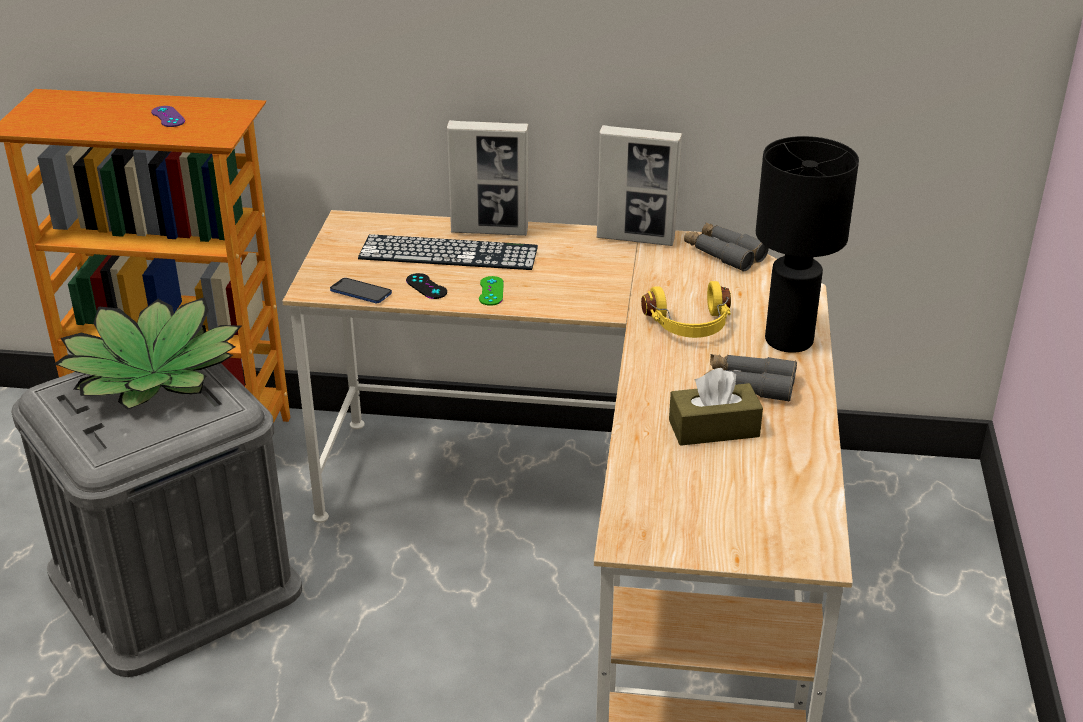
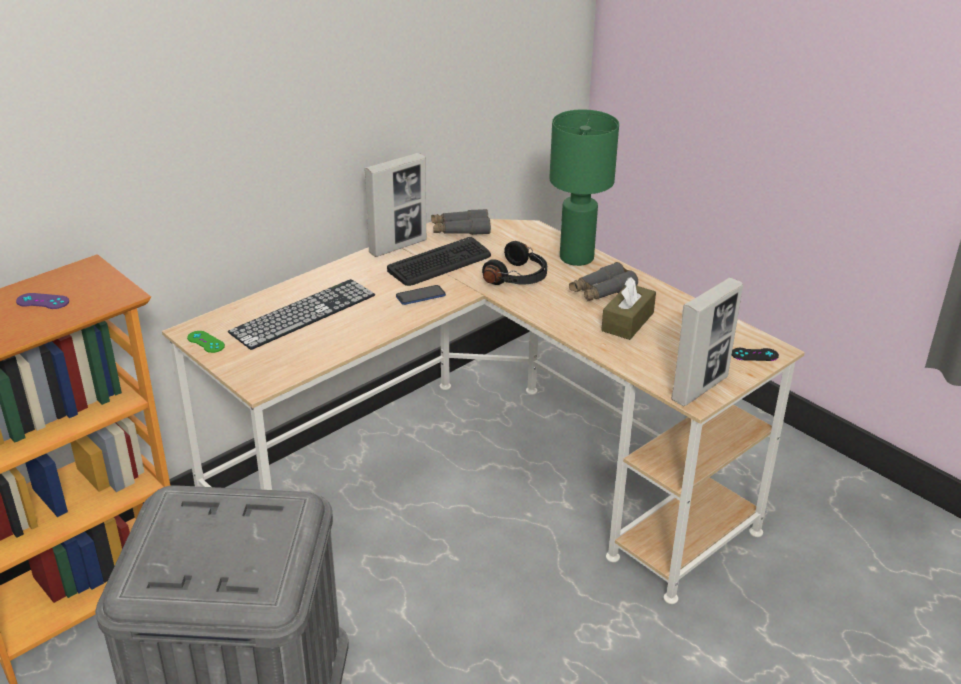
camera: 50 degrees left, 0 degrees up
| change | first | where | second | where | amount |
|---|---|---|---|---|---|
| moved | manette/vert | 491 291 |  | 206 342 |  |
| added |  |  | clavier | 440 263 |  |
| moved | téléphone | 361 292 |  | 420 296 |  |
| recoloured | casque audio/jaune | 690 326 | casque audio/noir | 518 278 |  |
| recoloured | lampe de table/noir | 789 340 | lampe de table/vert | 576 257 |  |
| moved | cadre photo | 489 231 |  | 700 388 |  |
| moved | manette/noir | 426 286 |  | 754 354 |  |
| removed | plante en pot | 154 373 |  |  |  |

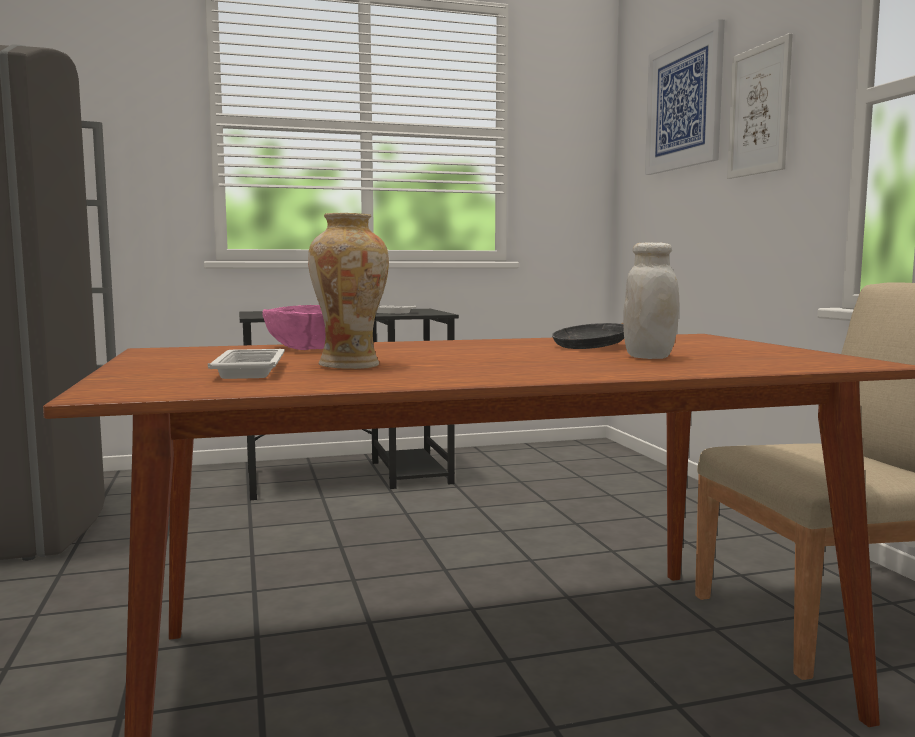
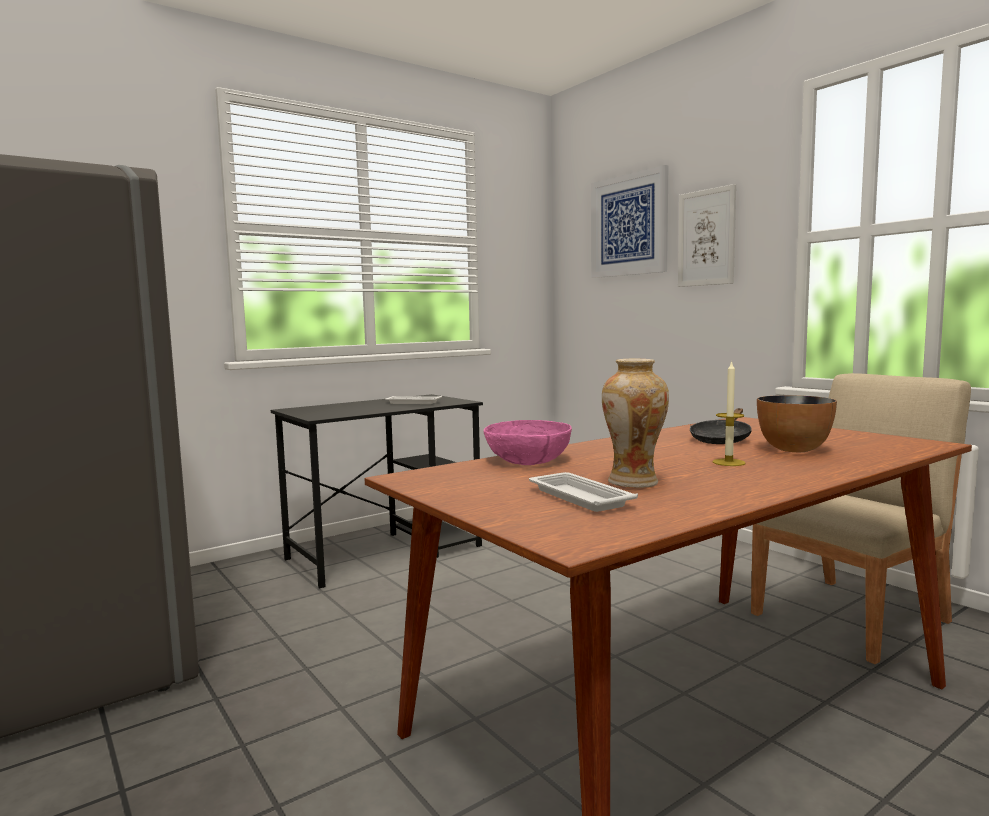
camera: 20 degrees left, 0 degrees up
| change | first | where | second | where | amount |
|---|---|---|---|---|---|
| added |  |  | bougie | 728 462 |  |
| replaced | bocal/blanc | 649 357 | bol | 793 449 |  |

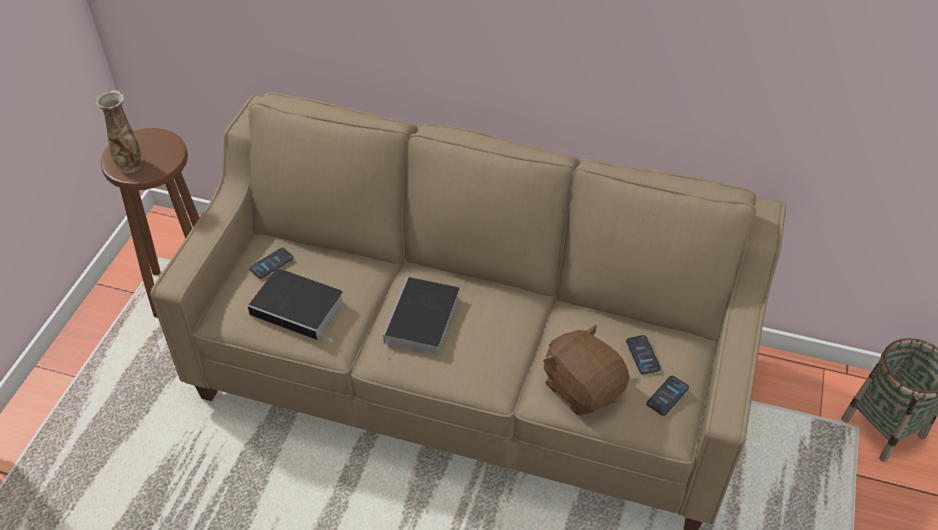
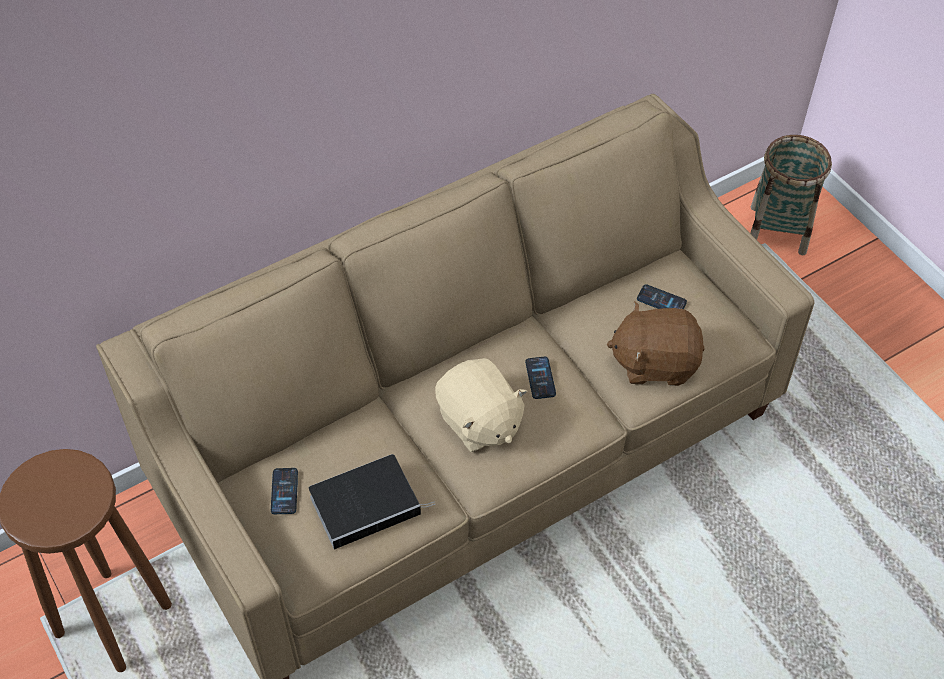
camera: 50 degrees left, 5 degrees up
| change | first | where | second | where | amount |
|---|---|---|---|---|---|
| replaced | livre | 422 322 | peluche/beige | 478 422 |  |
| moved | téléphone | 667 396 |  | 540 378 |  |
| removed | vase | 130 164 |  |  |  |

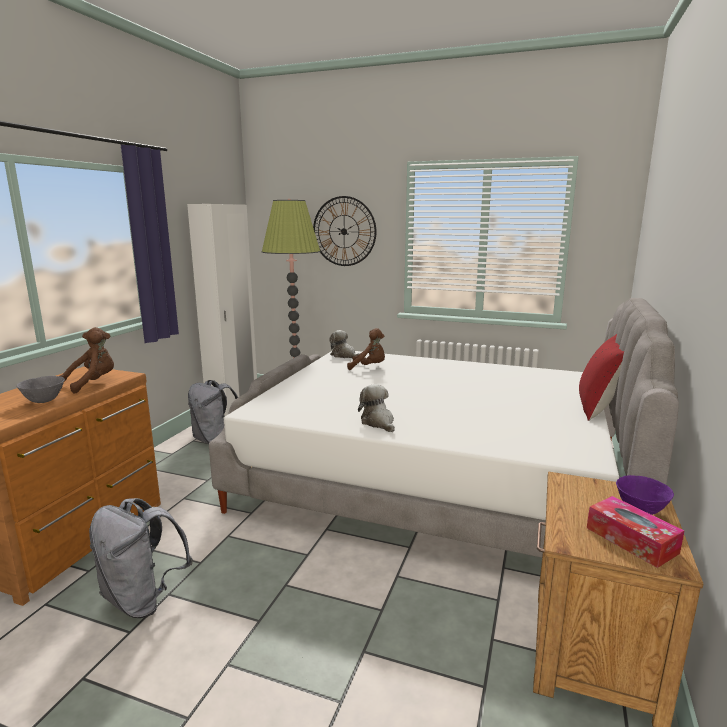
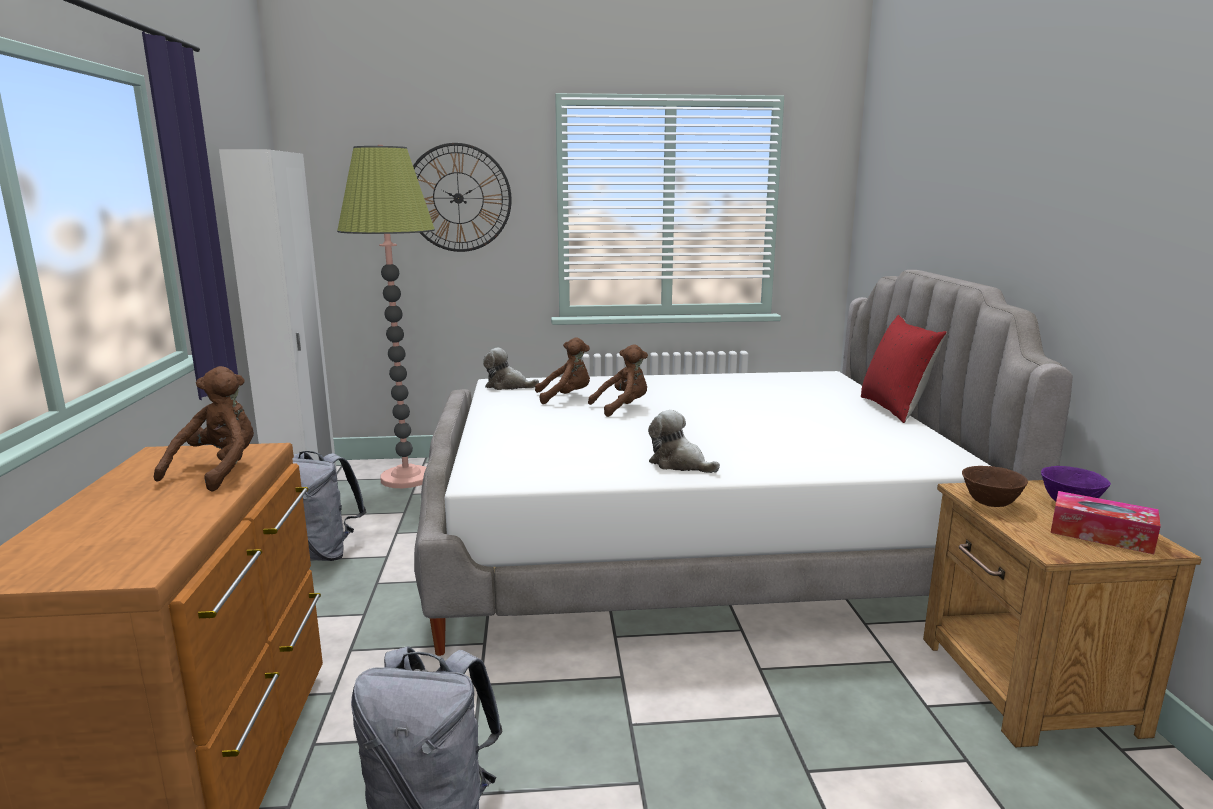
camera: 25 degrees left, 0 degrees up
| change | first | where | second | where | amount |
|---|---|---|---|---|---|
| added |  |  | peluche/marron | 623 407 |  |
| added |  |  | bol/marron | 989 504 |  |
| removed | bol/gris | 44 401 |  |  |  |

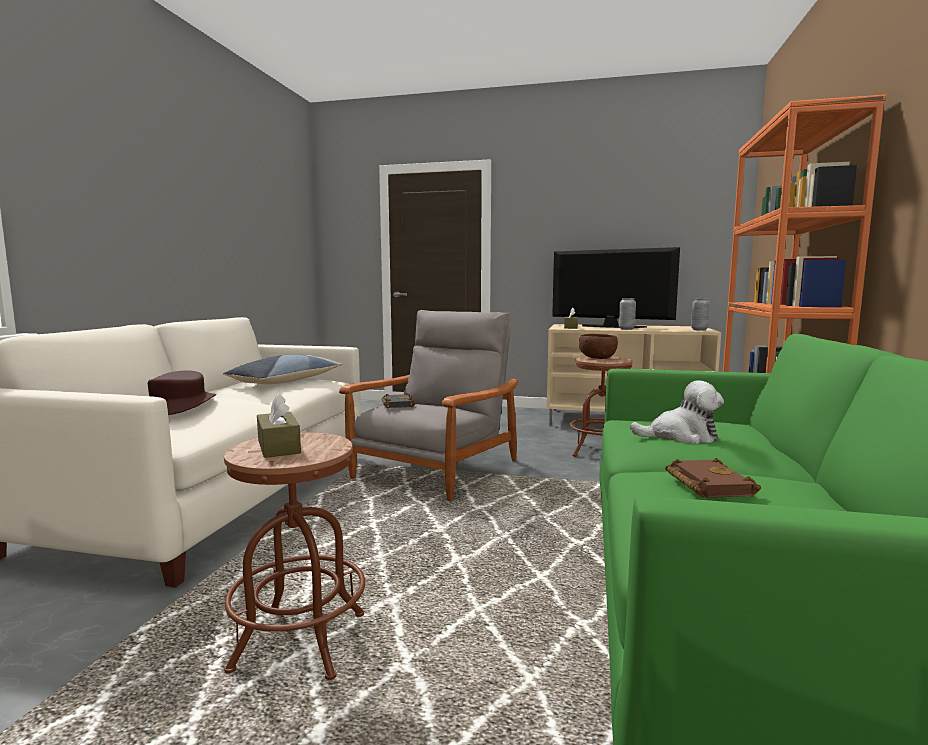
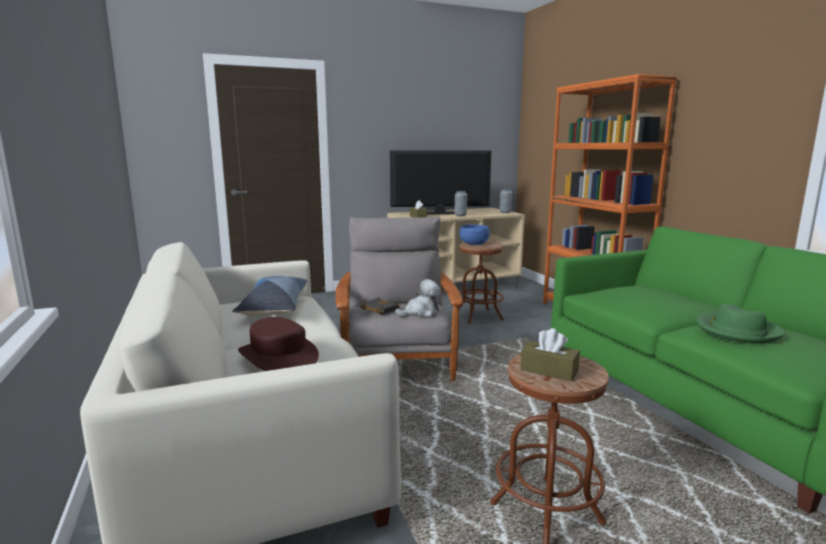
camera: 35 degrees left, 5 degrees up
| change | first | where | second | where | amount |
|---|---|---|---|---|---|
| moved | peluche | 680 437 |  | 420 312 |  |
| recoloured | bol/marron | 597 358 | bol/bleu | 474 244 |  |
| replaced | livre/marron | 705 484 | chapeau/vert | 737 331 |  |

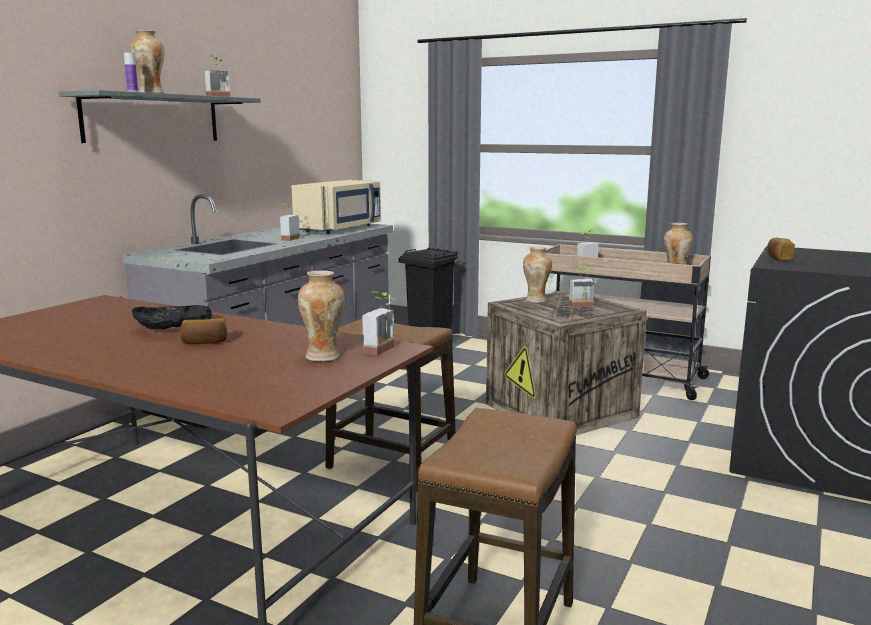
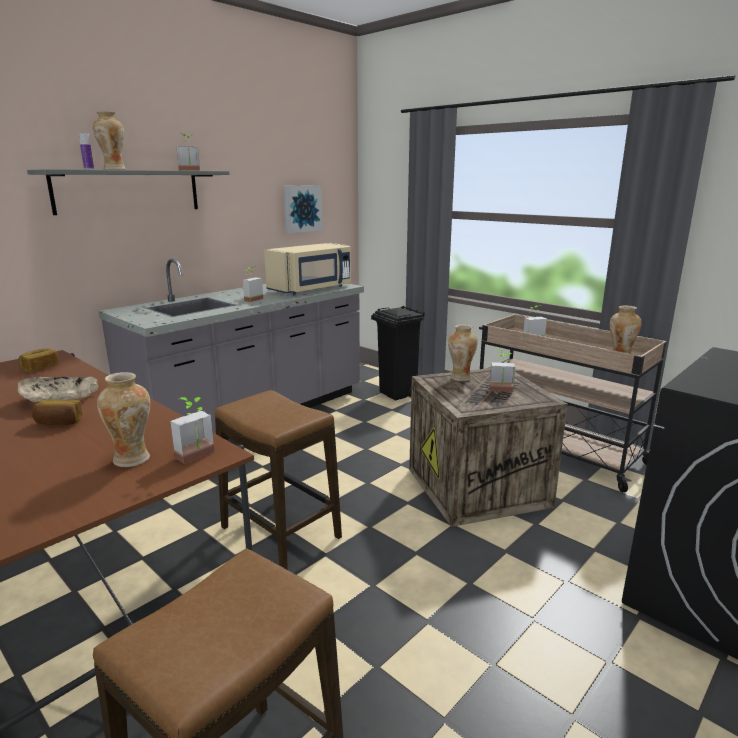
camera: 15 degrees right, 5 degrees up
| change | first | where | second | where | amount |
|---|---|---|---|---|---|
| moved | pain | 778 258 |  | 40 368 |  |
| recoloured | bol/noir | 173 328 | bol/beige | 59 399 |  |
| added |  |  | tableau | 301 208 |  |

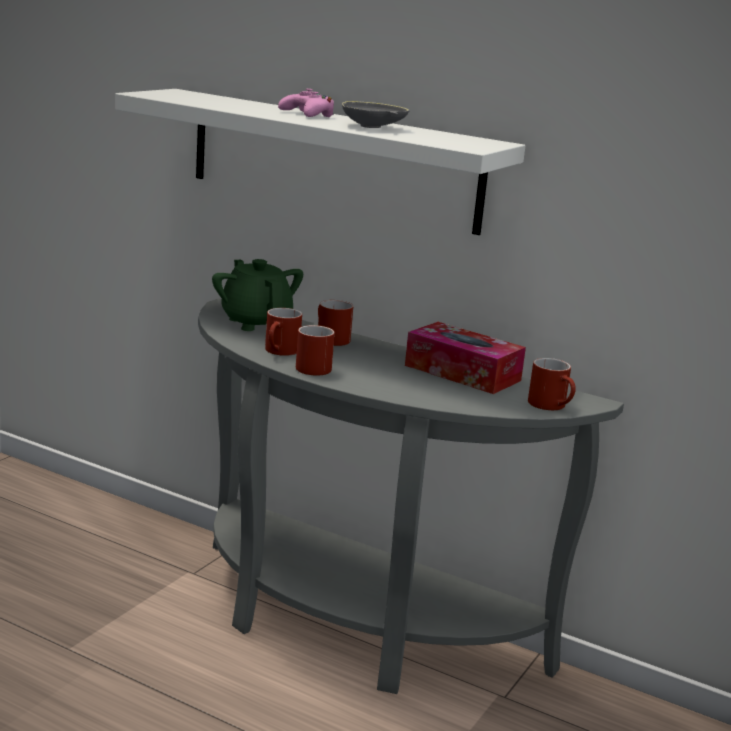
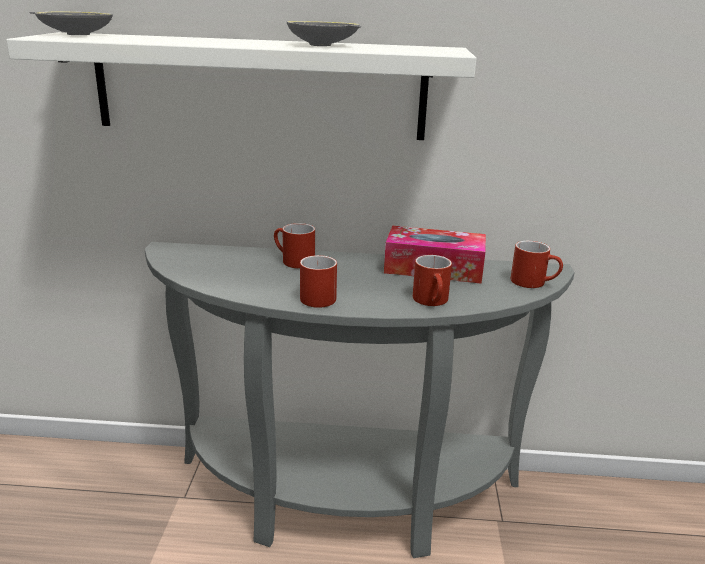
camera: 25 degrees left, 5 degrees up
| change | first | where | second | where | amount |
|---|---|---|---|---|---|
| added |  |  | bol/gris | 74 34 |  |
| moved | mug/rouge | 280 352 |  | 433 301 |  |
| removed | théière/vert | 256 322 |  |  |  |
| removed | manette/rose | 307 114 |  |  |  |

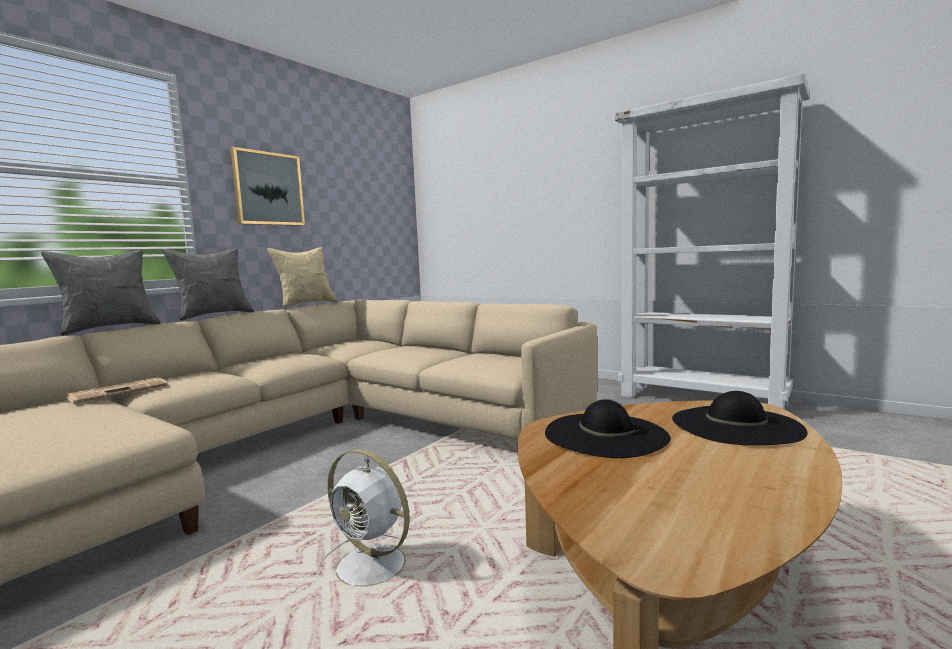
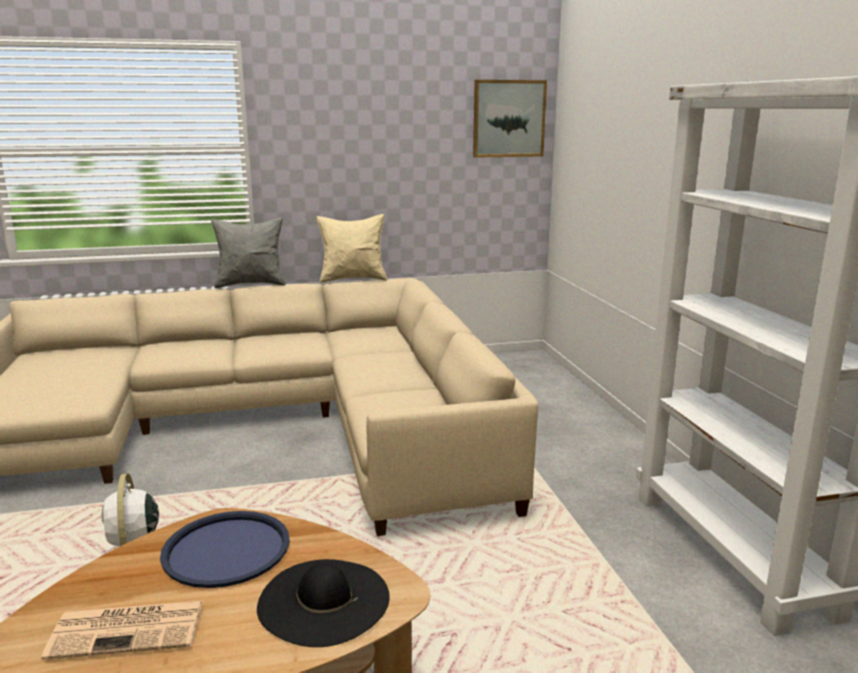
camera: 40 degrees right, 10 degrees up
| change | first | where | second | where | amount |
|---|---|---|---|---|---|
| moved | journal | 119 391 |  | 130 629 |  |
| replaced | chapeau/noir | 605 434 | plateau/bleu | 226 550 |  |
| moved | tableau | 268 189 |  | 508 119 |  |
| removed | coussin/gris | 110 329 |  |  |  |

